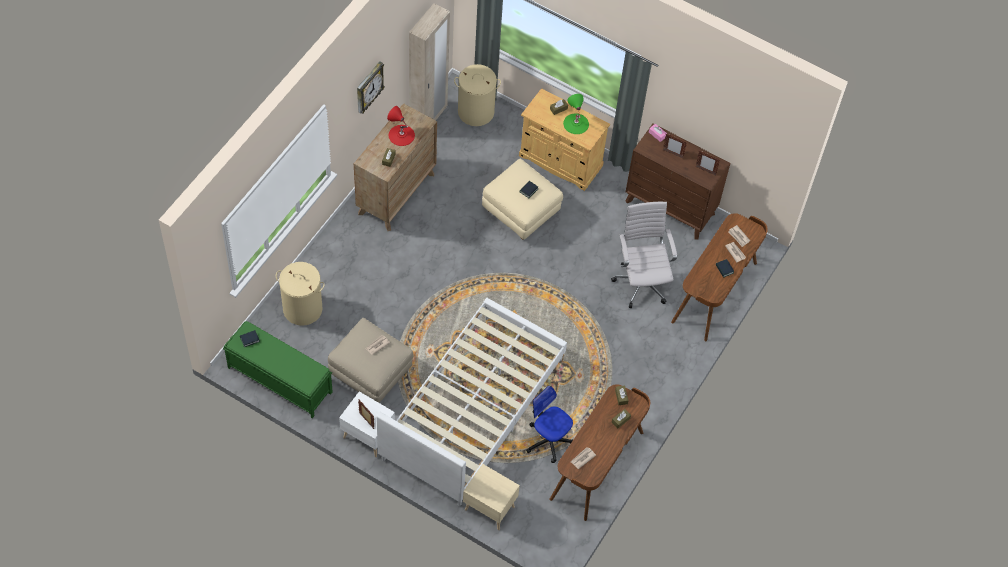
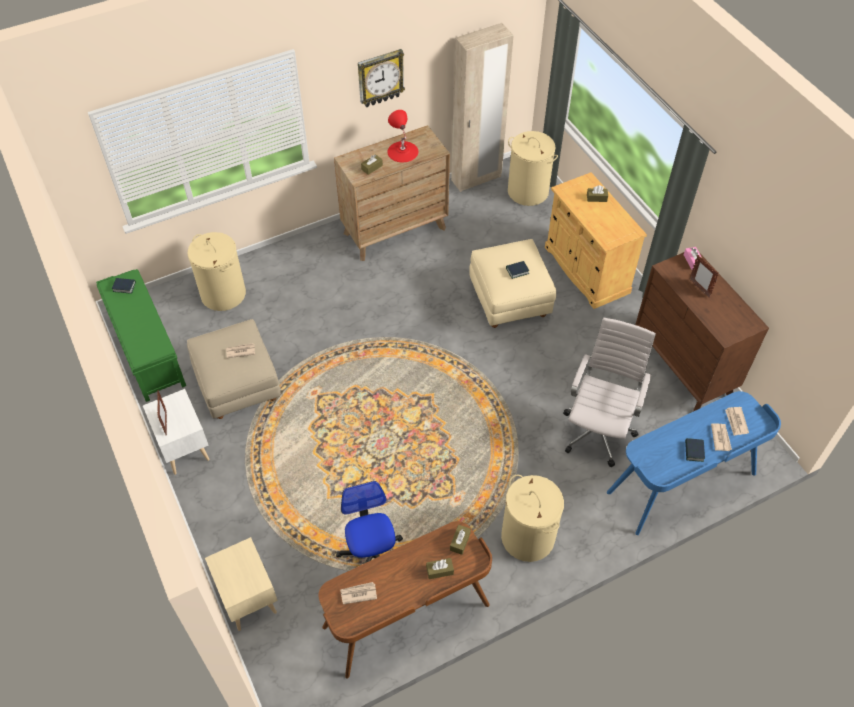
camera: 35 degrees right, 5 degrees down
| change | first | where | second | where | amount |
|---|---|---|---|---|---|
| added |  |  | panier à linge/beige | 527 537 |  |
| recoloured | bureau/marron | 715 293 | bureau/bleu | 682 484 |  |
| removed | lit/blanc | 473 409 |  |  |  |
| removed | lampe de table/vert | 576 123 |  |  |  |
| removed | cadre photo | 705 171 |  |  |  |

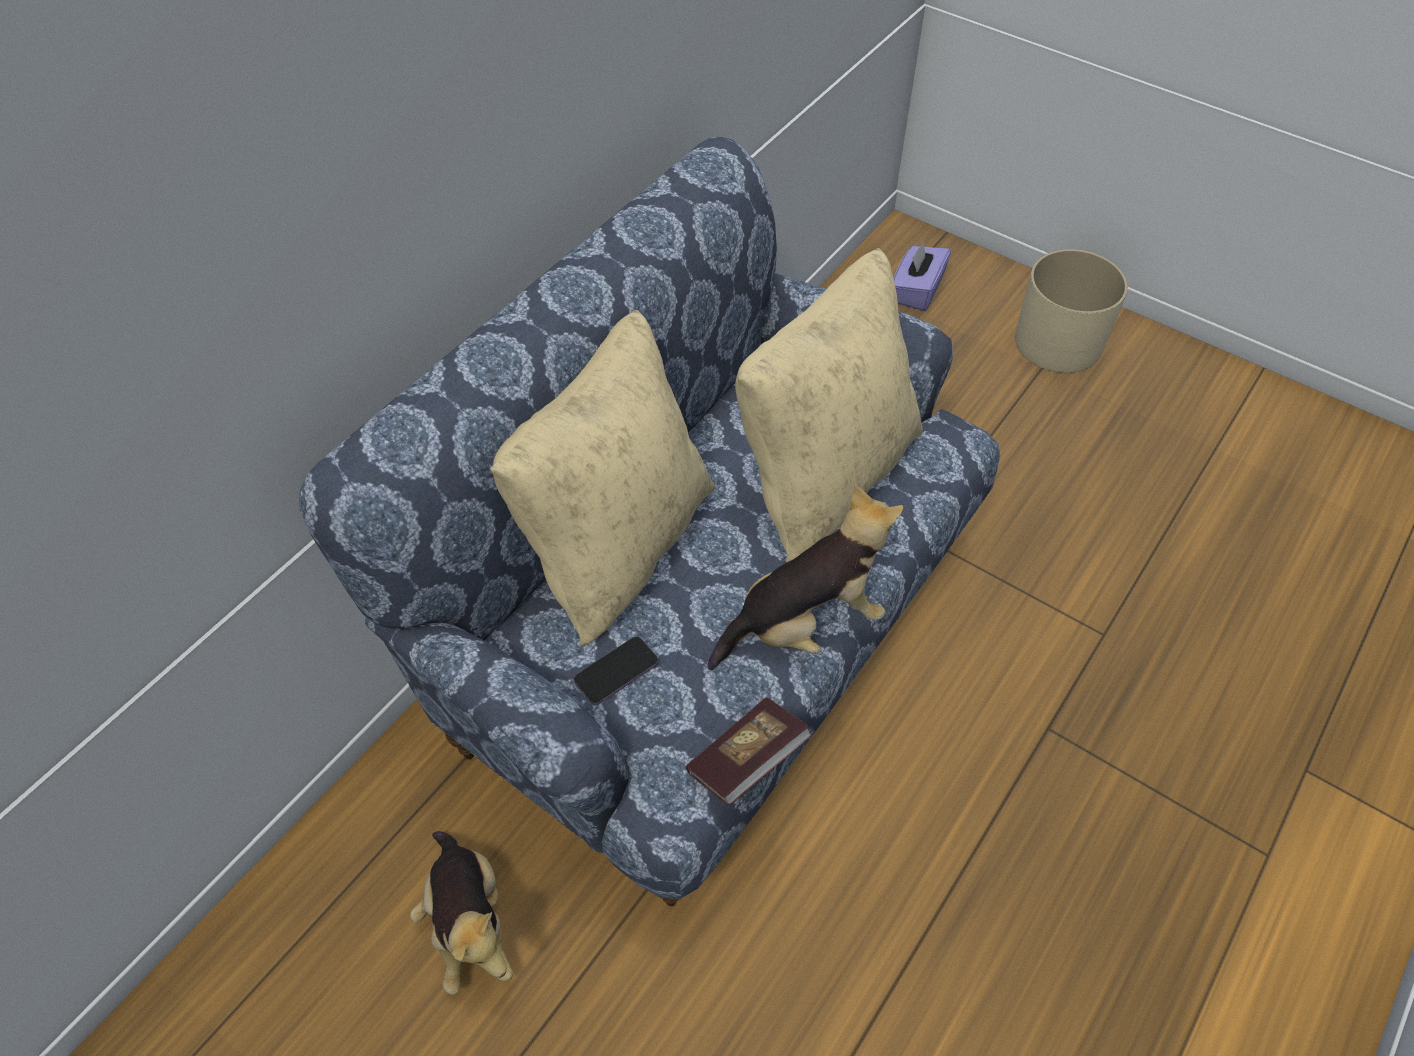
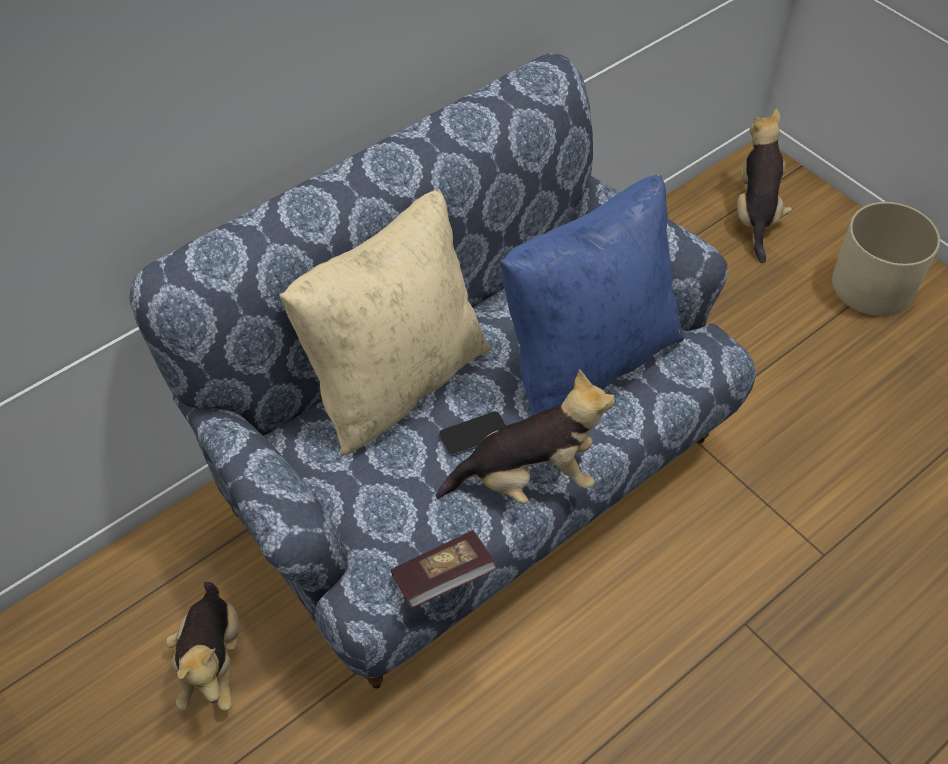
camera: 15 degrees right, 0 degrees up
| change | first | where | second | where | amount |
|---|---|---|---|---|---|
| moved | téléphone | 616 672 |  | 473 435 |  |
| recoloured | coussin/beige | 824 475 | coussin/bleu | 587 359 |  |
| replaced | boîte à mouchoirs/violet | 916 291 | peluche | 755 214 |  |

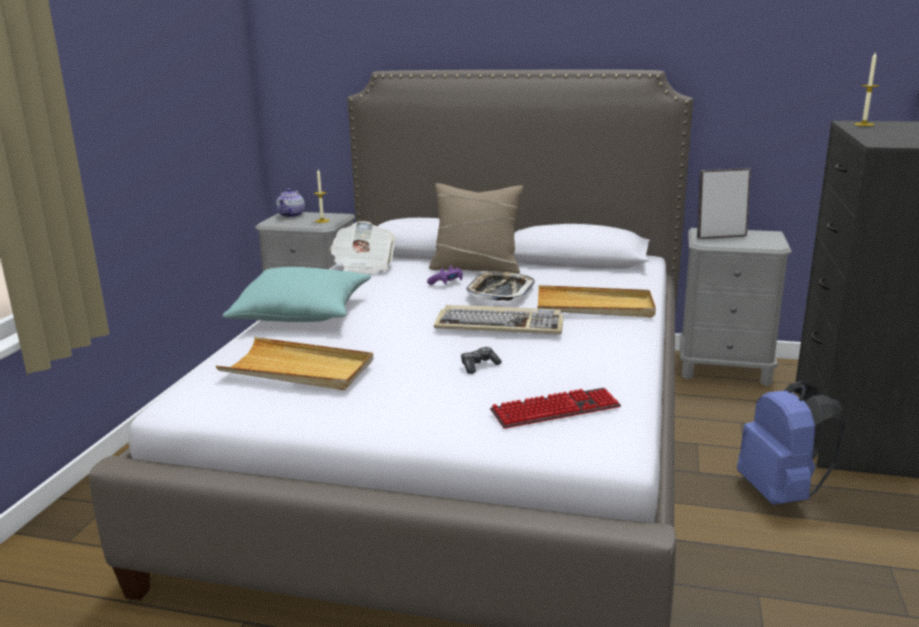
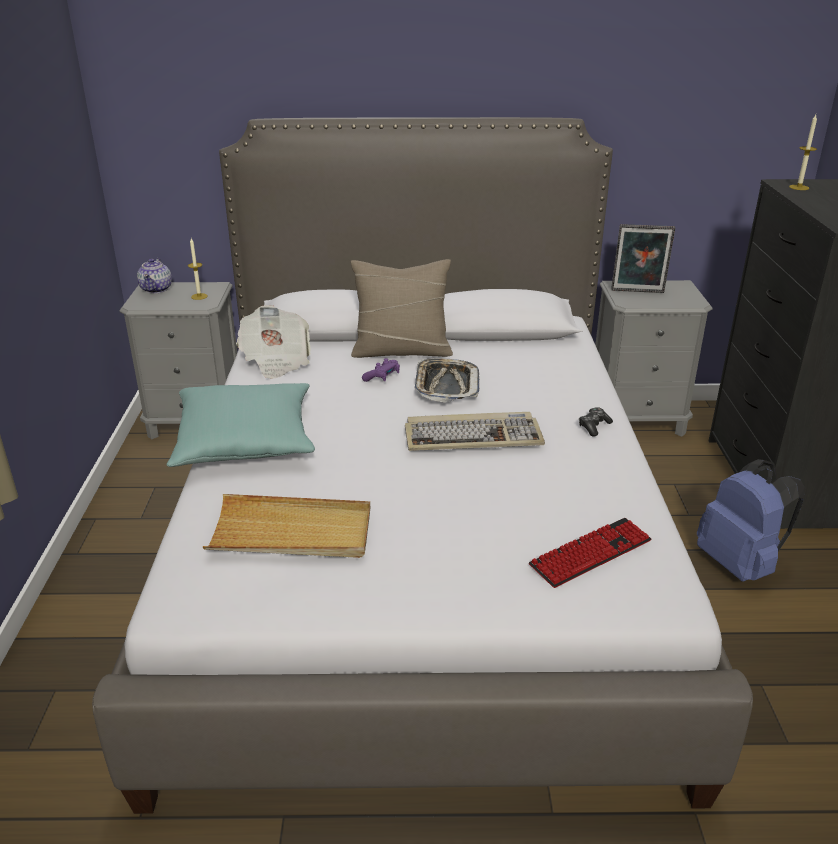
camera: 15 degrees left, 10 degrees up
| change | first | where | second | where | amount |
|---|---|---|---|---|---|
| moved | manette | 479 366 |  | 594 426 |  |
| turned | cadre photo | 720 236 |  | 637 292 | 150 degrees counterclockwise |
| removed | plateau/beige | 594 306 |  |  |  |

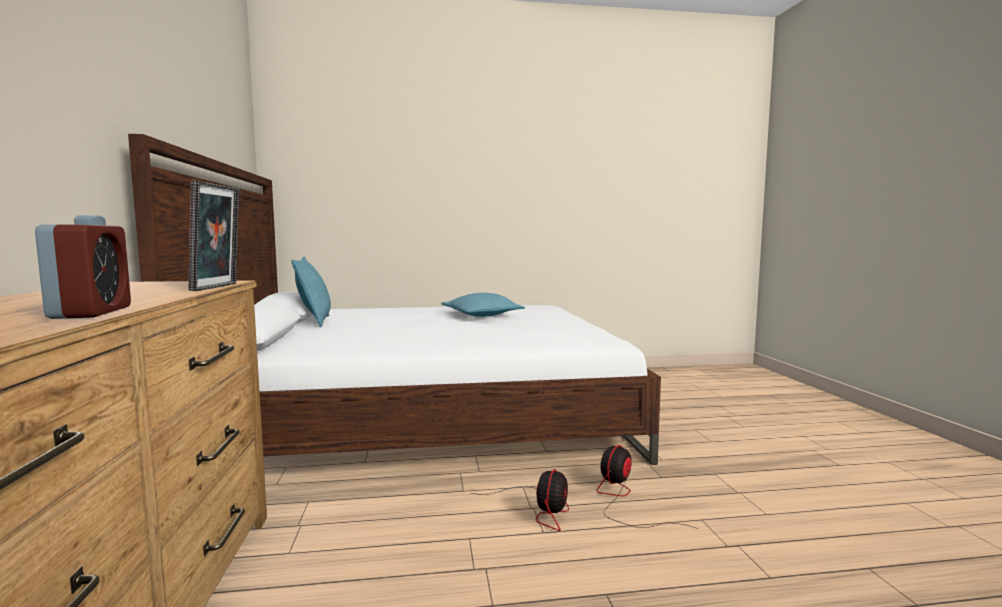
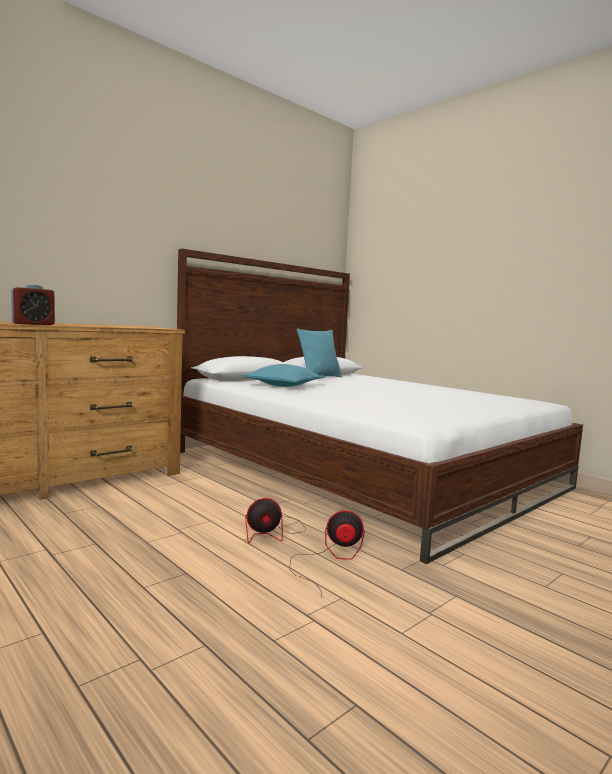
camera: 55 degrees right, 0 degrees up
| change | first | where | second | where | amount |
|---|---|---|---|---|---|
| moved | coussin/turquoise | 482 315 |  | 284 385 |  |
| removed | cadre photo | 219 287 |  |  |  |

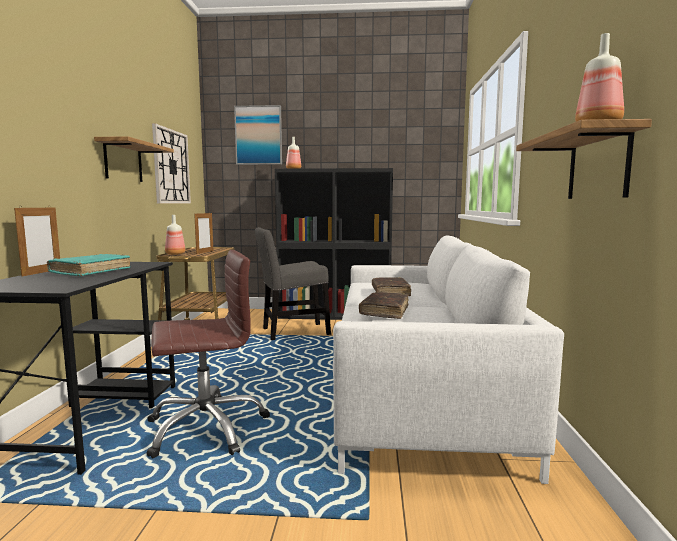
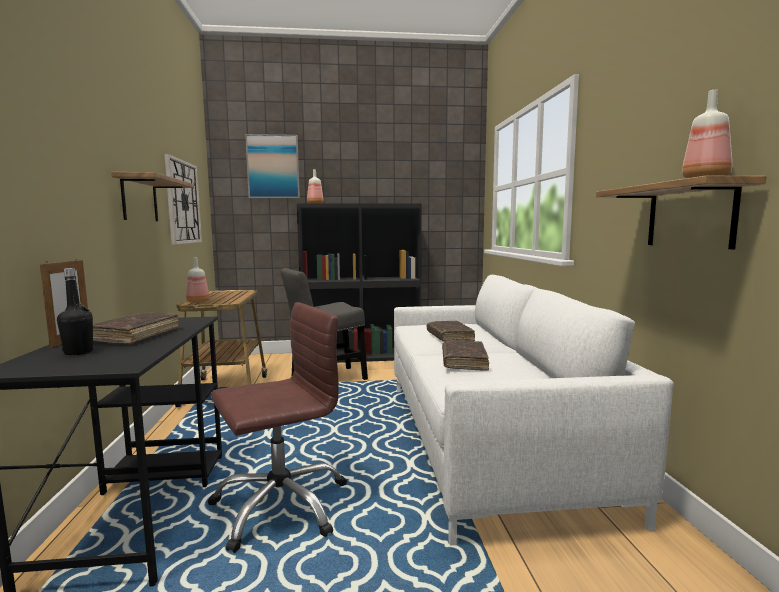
camera: 10 degrees left, 0 degrees up
| change | first | where | second | where | amount |
|---|---|---|---|---|---|
| added |  |  | bouteille/noir | 78 352 |  |
| recoloured | livre/turquoise | 91 272 | livre/marron | 135 336 |  |
| removed | cadre photo | 205 252 |  |  |  |

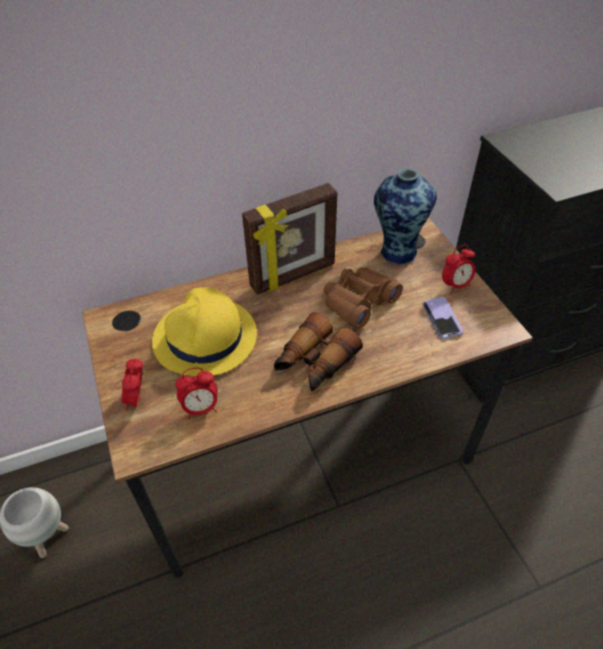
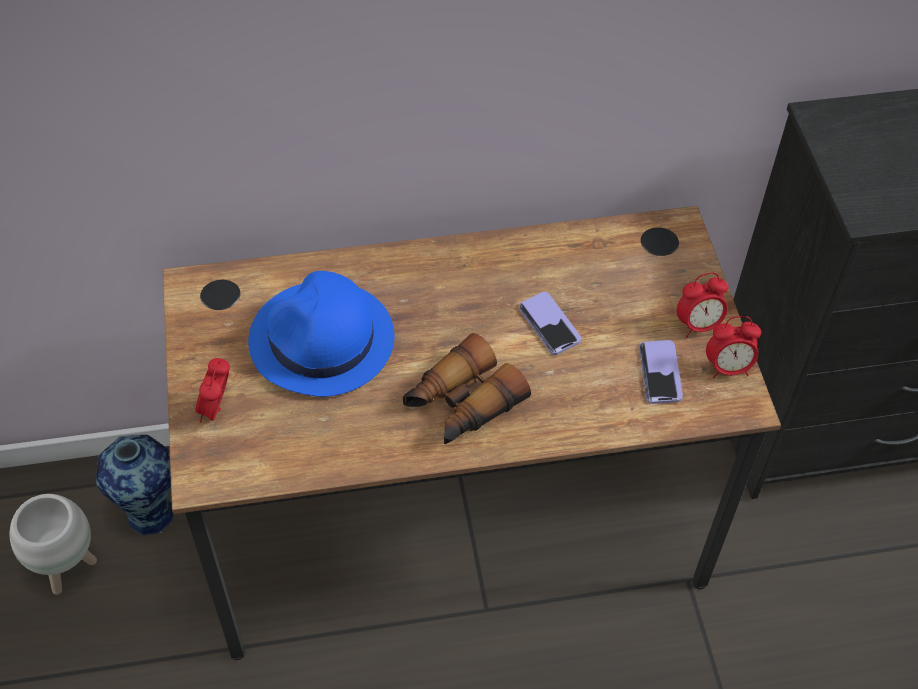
camera: 10 degrees right, 5 degrees up
| change | first | where | second | where | amount |
|---|---|---|---|---|---|
| moved | vase | 397 251 |  | 150 512 |  |
| recoloured | chapeau/jaune | 205 338 | chapeau/bleu | 322 341 |  |
| replaced | jumelles/marron | 358 301 | téléphone | 549 325 |  |
| moved | réveil | 201 408 |  | 727 368 |  |
| removed | cadre photo | 293 276 |  |  |  |

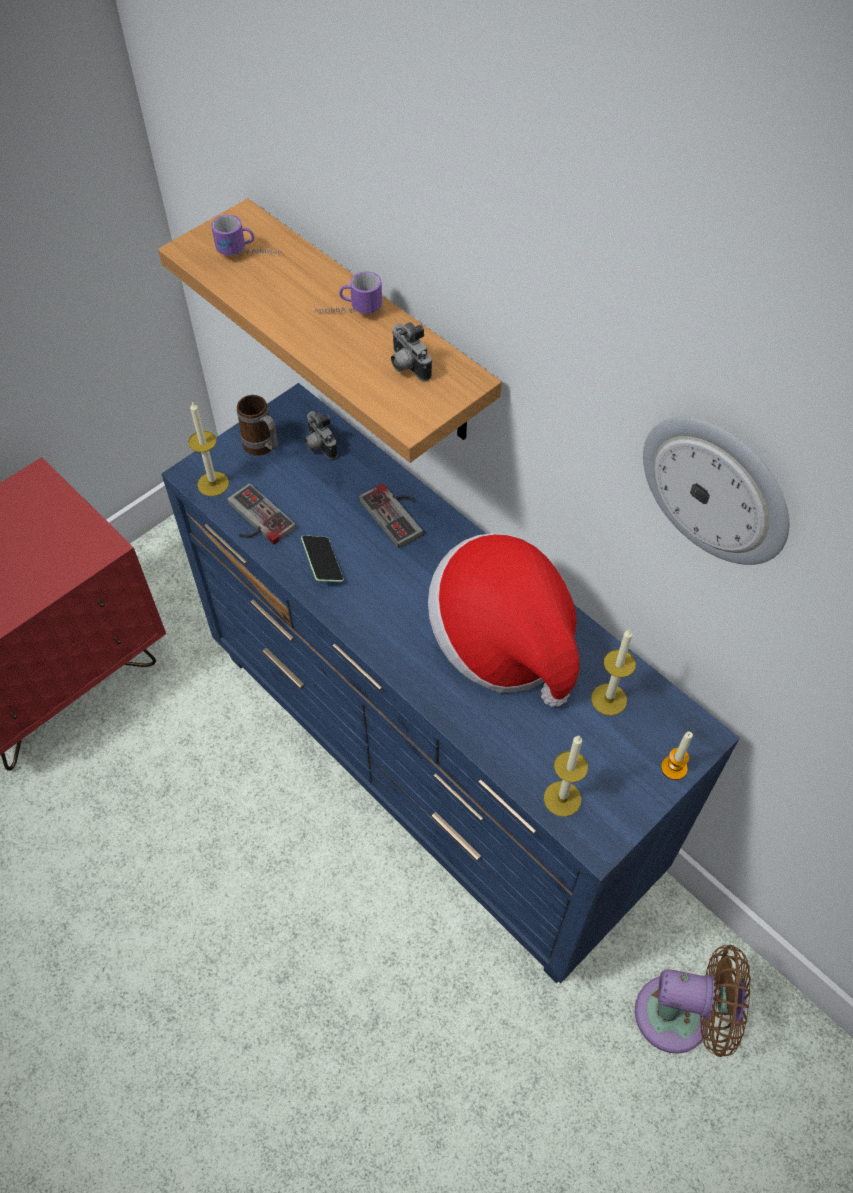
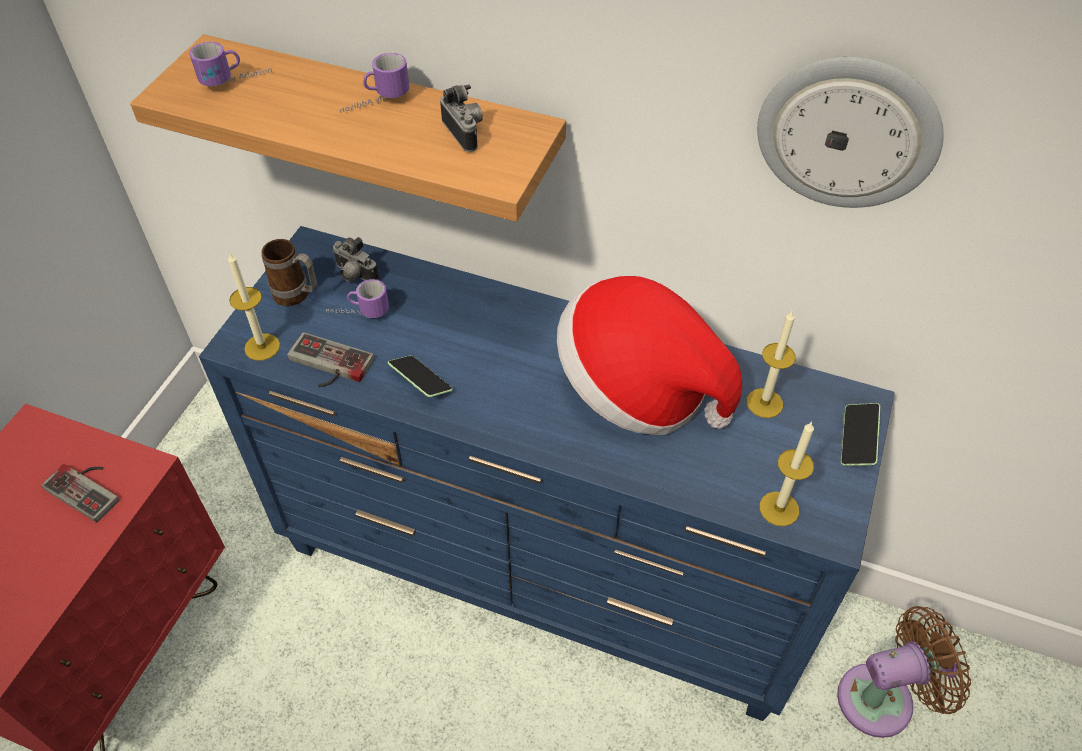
camera: 25 degrees left, 5 degrees down
| change | first | where | second | where | amount |
|---|---|---|---|---|---|
| moved | manette | 398 513 |  | 88 487 |  |
| added |  |  | mug | 358 313 |  |
| turned | appareil photo | 407 366 |  | 466 133 | 150 degrees counterclockwise |
| replaced | bougie | 674 768 | téléphone | 857 440 |  |

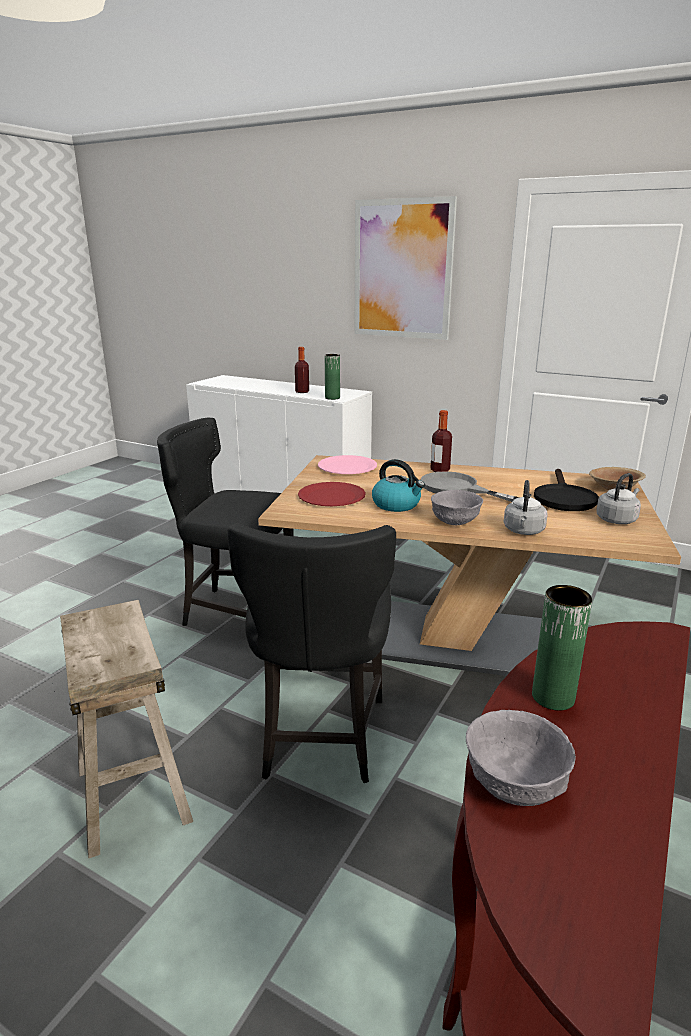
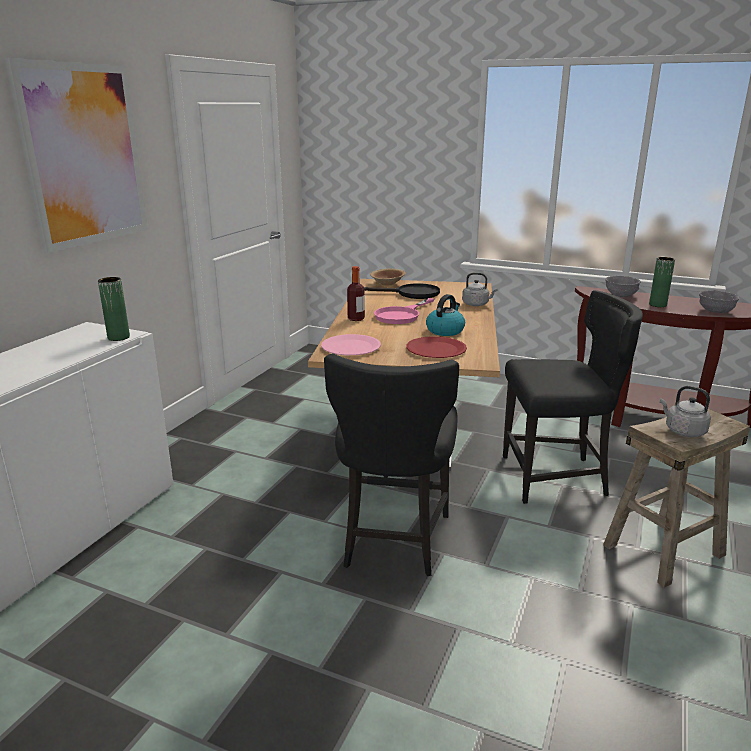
camera: 95 degrees left, 0 degrees up
| change | first | where | second | where | amount |
|---|---|---|---|---|---|
| recoloured | poêle/gris | 458 489 | poêle/rose | 401 315 |  |
| moved | bol/gris | 455 521 |  | 621 295 |  |
| moved | bouilloire/gris | 617 519 |  | 683 431 |  |
| removed | bouteille | 302 392 |  |  |  |

